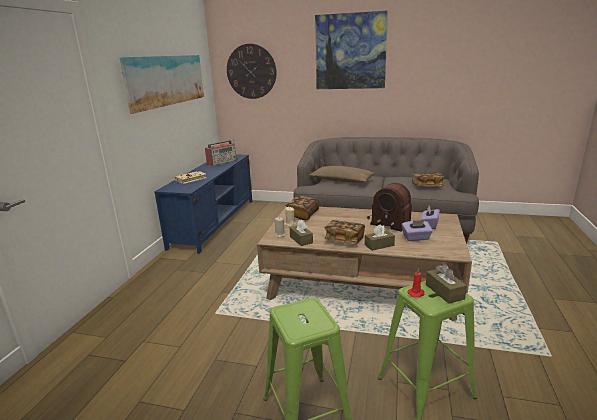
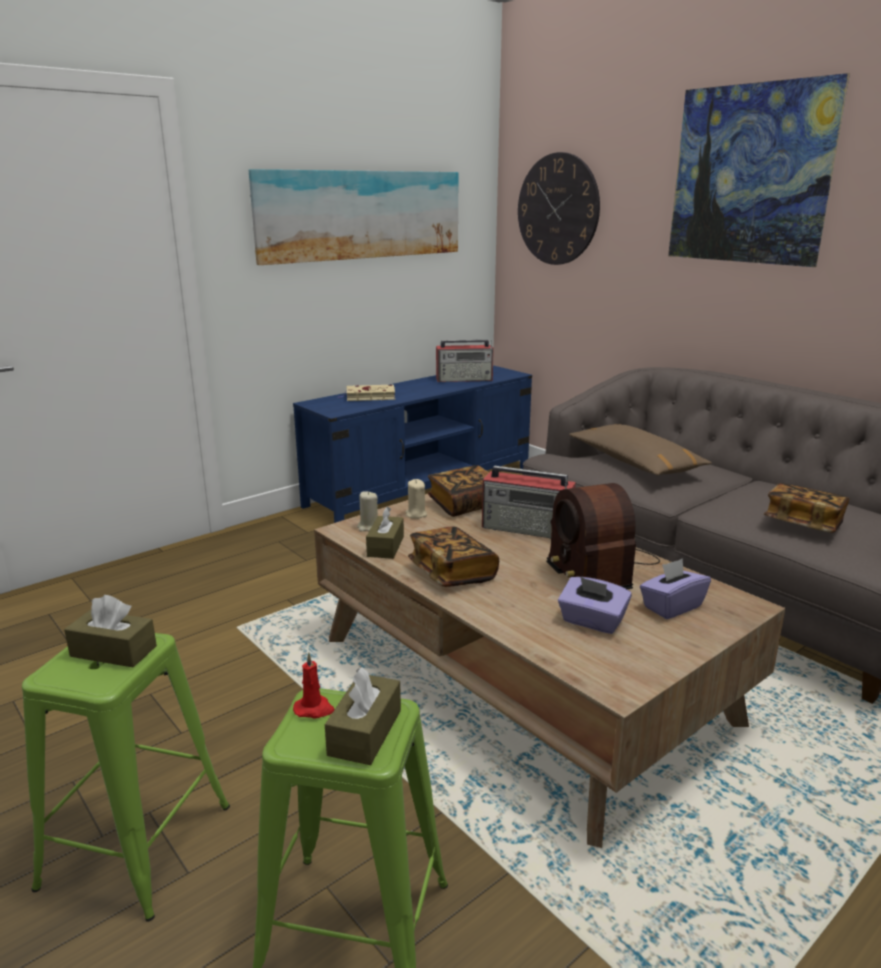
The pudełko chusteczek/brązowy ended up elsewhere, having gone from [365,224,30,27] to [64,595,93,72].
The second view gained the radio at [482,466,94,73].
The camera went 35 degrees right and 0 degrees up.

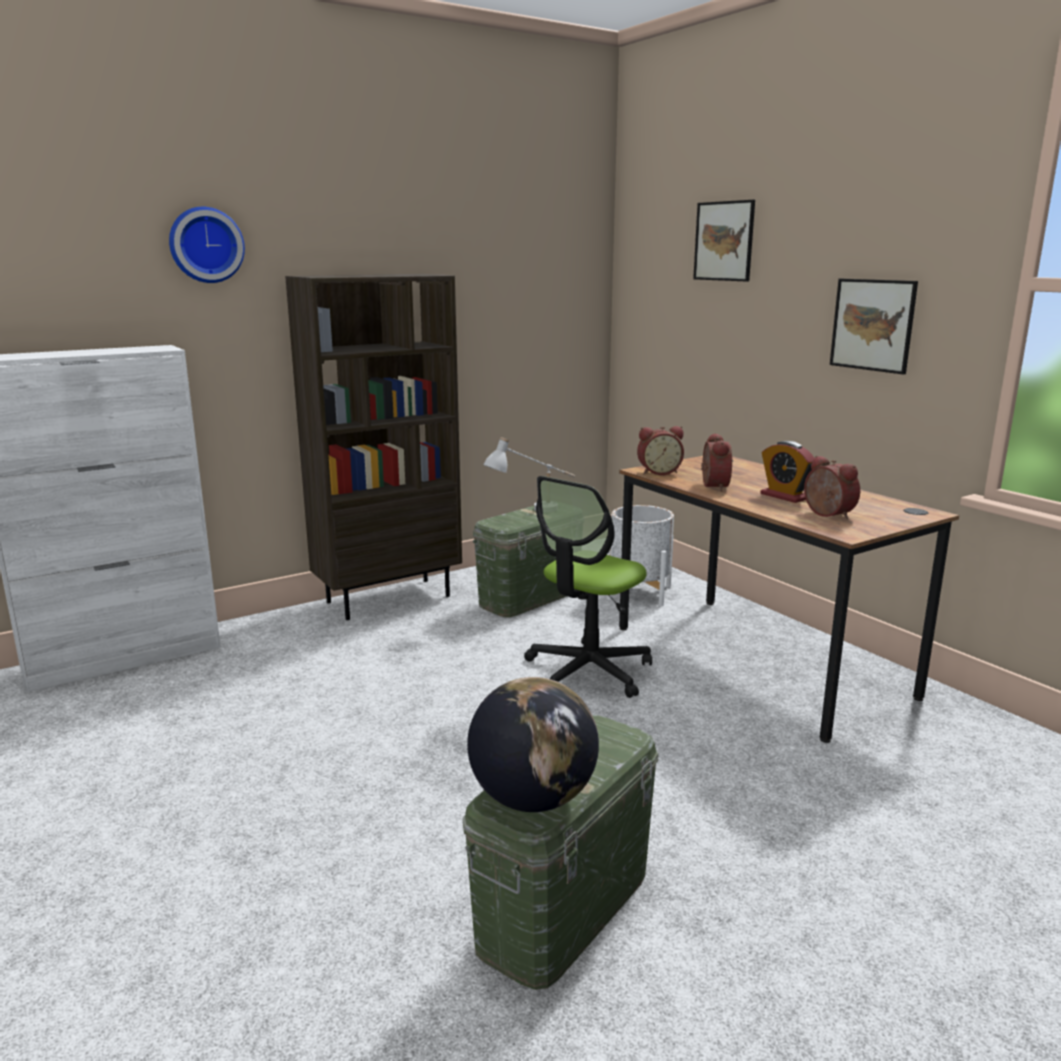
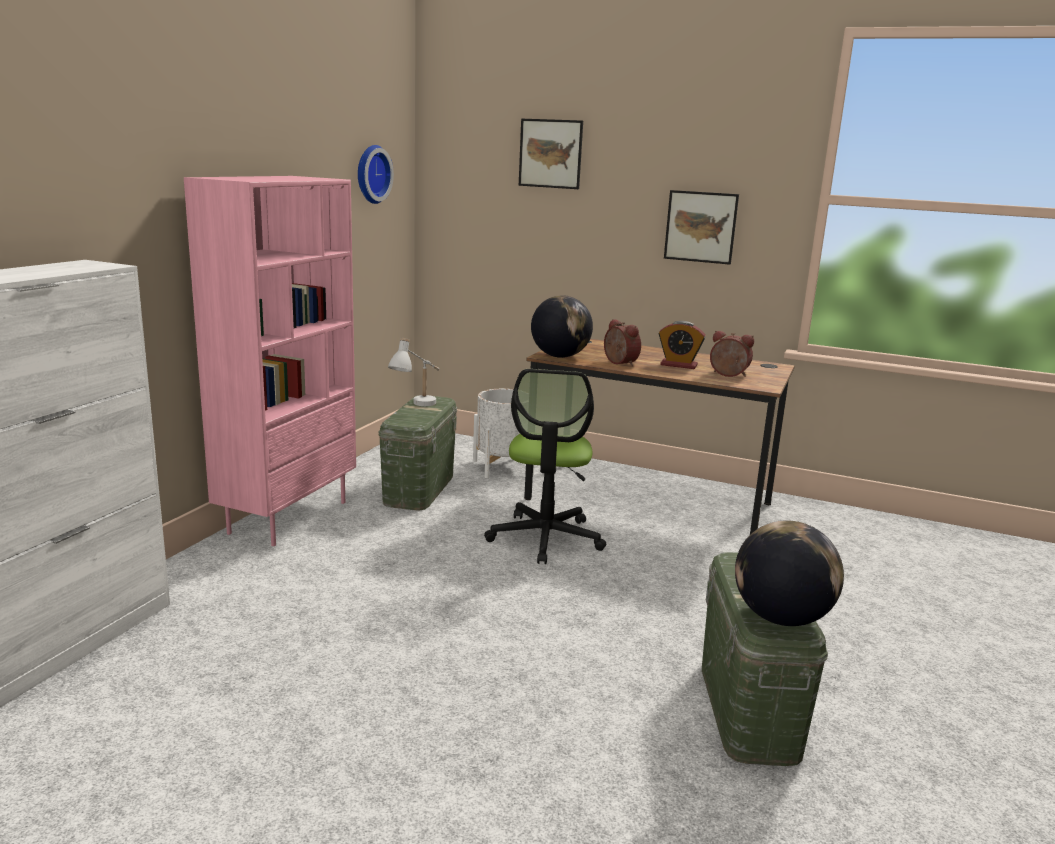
The zegar ścienny ended up elsewhere, having gone from [169,207,76,76] to [358,145,36,59].
What was the regał/brązowy at [285,274,177,346] turned into the regał/różowy at [184,176,172,370].
Where the budzik stood at [637,426,47,49], the globus came to stand at [531,295,62,63].
The camera went 35 degrees left and 0 degrees up.

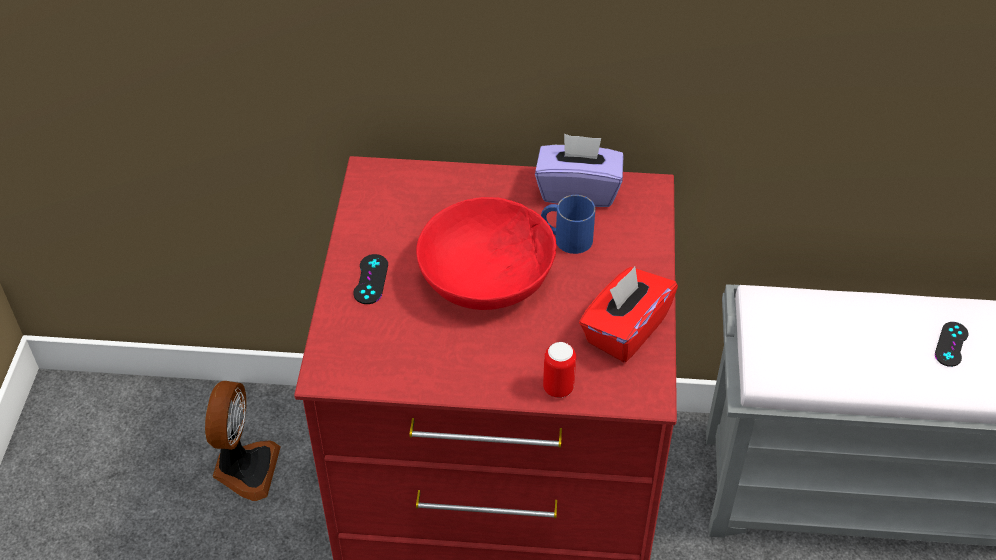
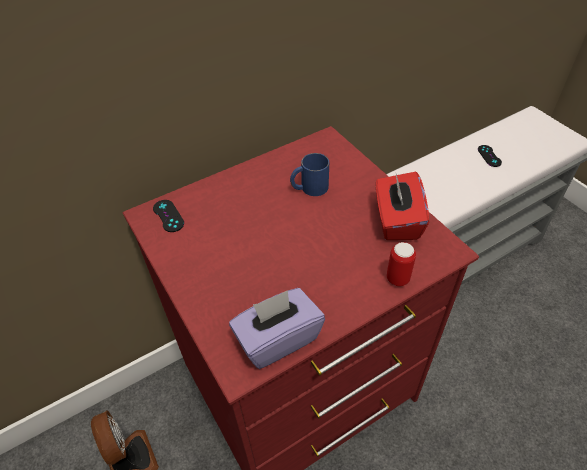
The pudełko chusteczek/fioletowy ended up elsewhere, having gone from [535,134,89,73] to [229,288,96,81].
The second view lost the miska/czerwony at [416,197,141,113].
The pad do gier/czarny ended up elsewhere, having gone from [353,254,35,50] to [153,200,31,32].
The camera went 35 degrees left and 0 degrees up.

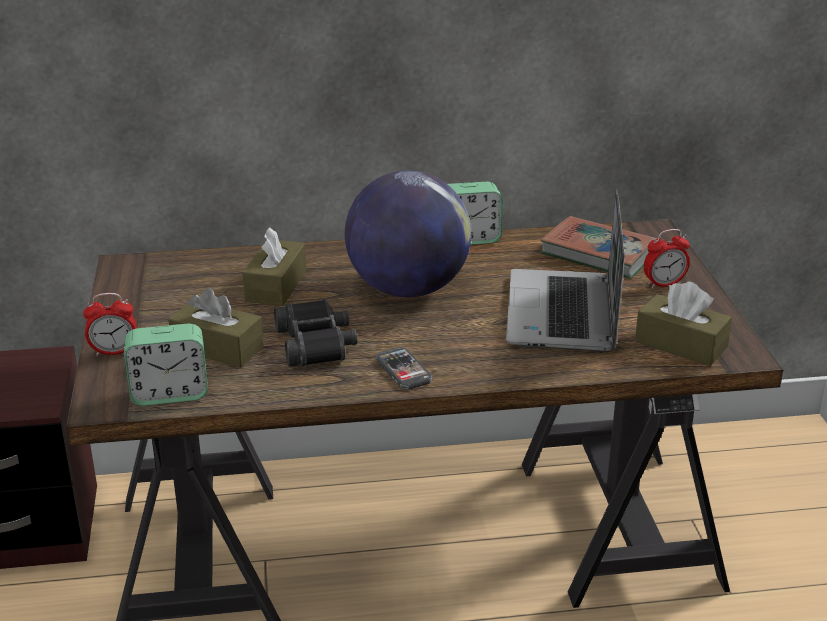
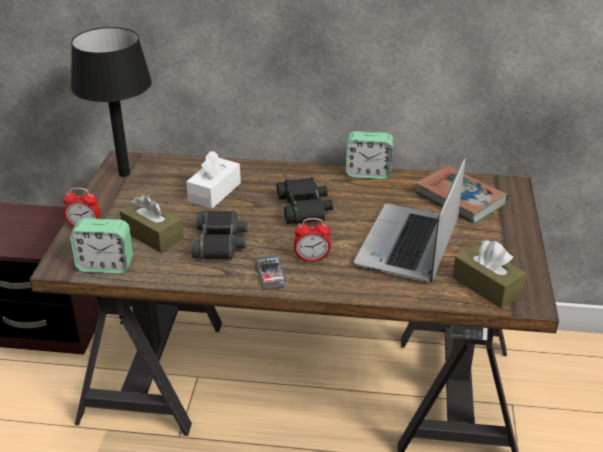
Where the globus stood at [345,170,126,127], the lornetka/czarny came to stand at [277,177,56,47].
What was the pudełko chusteczek/brązowy at [243,227,63,79] turned into the pudełko chusteczek/biały at [186,151,55,58].
The budzik ended up elsewhere, having gone from [644,229,46,60] to [294,218,37,44].
The second view gained the lampa stołowa/czarny at [71,27,81,150].
The camera went 15 degrees right and 5 degrees up.

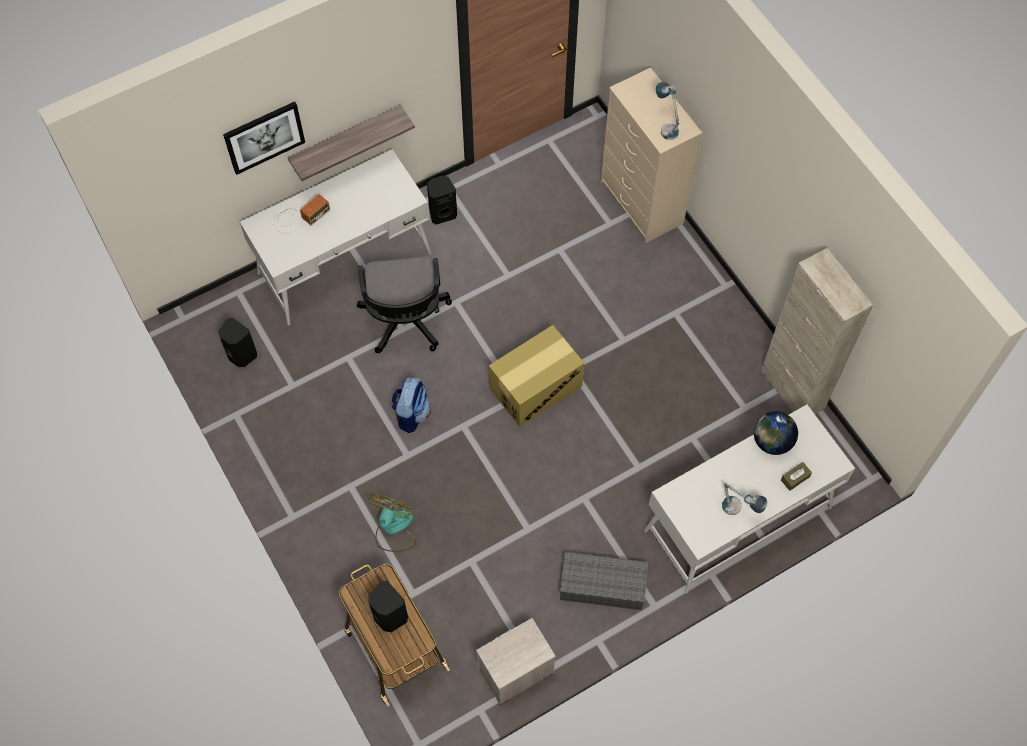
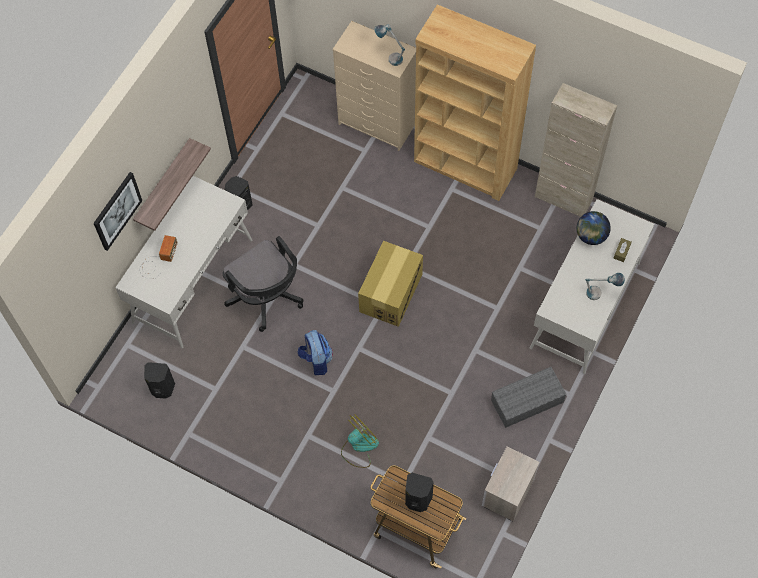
The wentylator at [369,494,47,58] ended up facing another way, 60 degrees clockwise from before.
The second view gained the regał/brązowy at [414,4,122,197].
The camera went 30 degrees left and 0 degrees up.

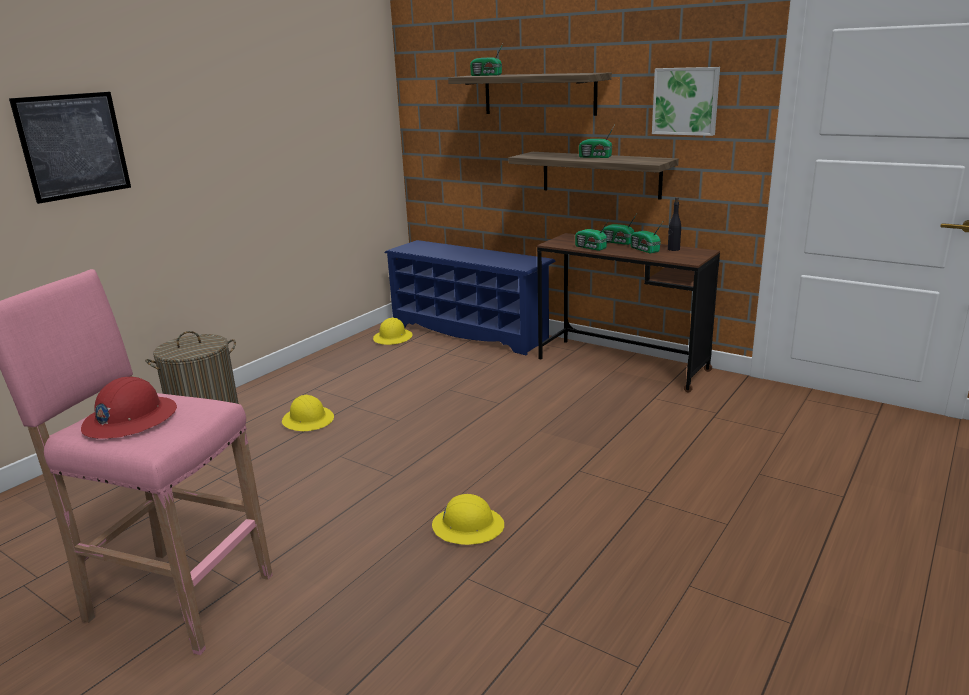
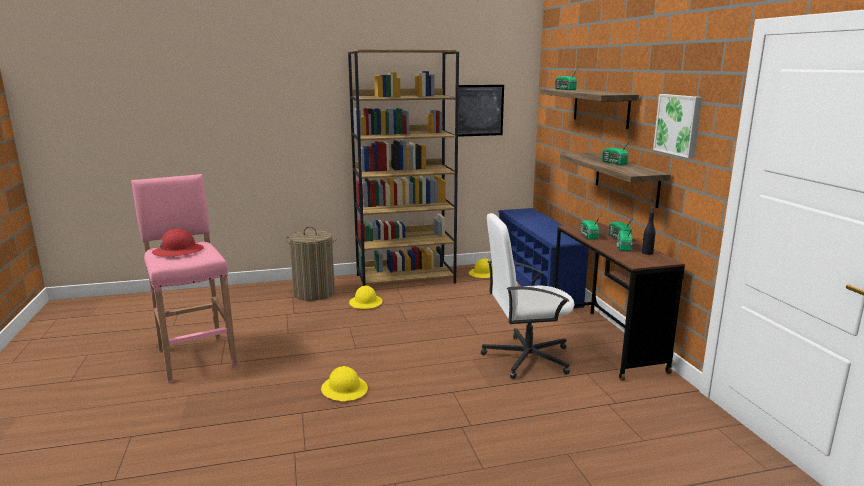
The obraz ended up elsewhere, having gone from [9,92,122,112] to [458,85,46,52].
The second view gained the regał/brązowy at [348,49,111,237].
The second view gained the krzesło biurowe/biały at [481,213,94,166].
The camera went 40 degrees right and 5 degrees down.

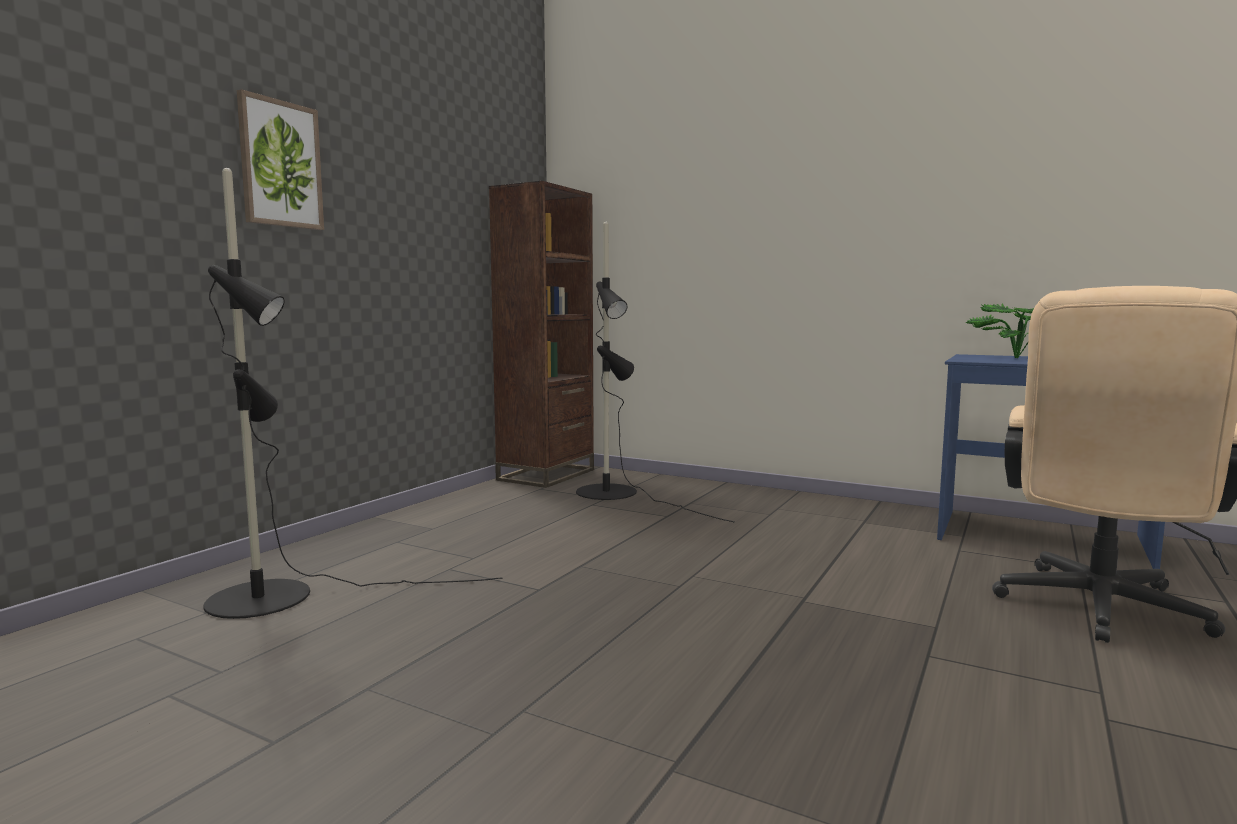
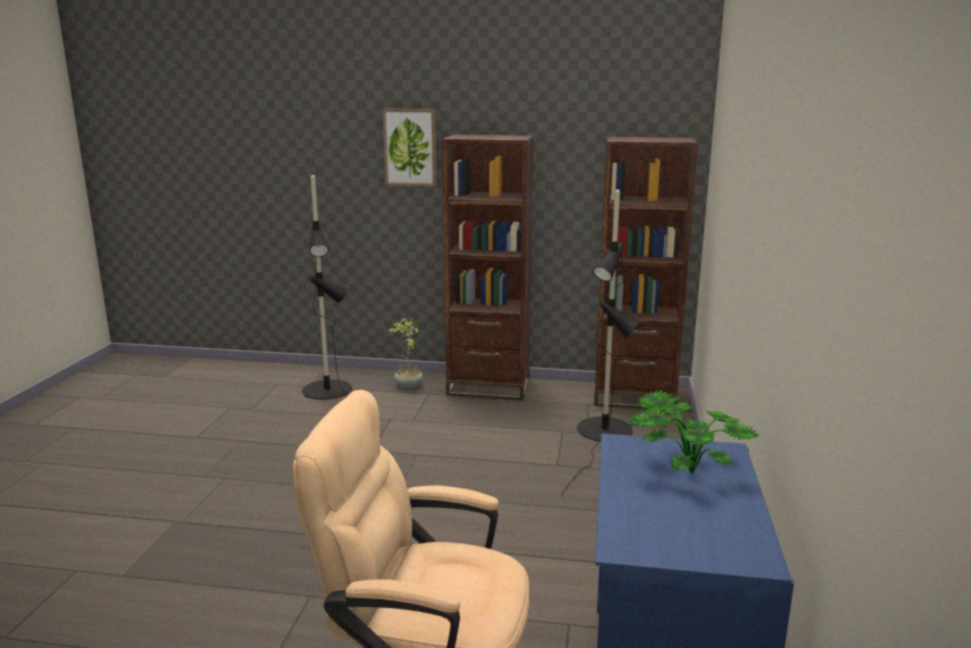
The second view gained the regał/brązowy at [442,135,92,265].
The second view gained the roślina doniczkowa at [389,318,34,70].
The camera went 70 degrees right and 10 degrees up.

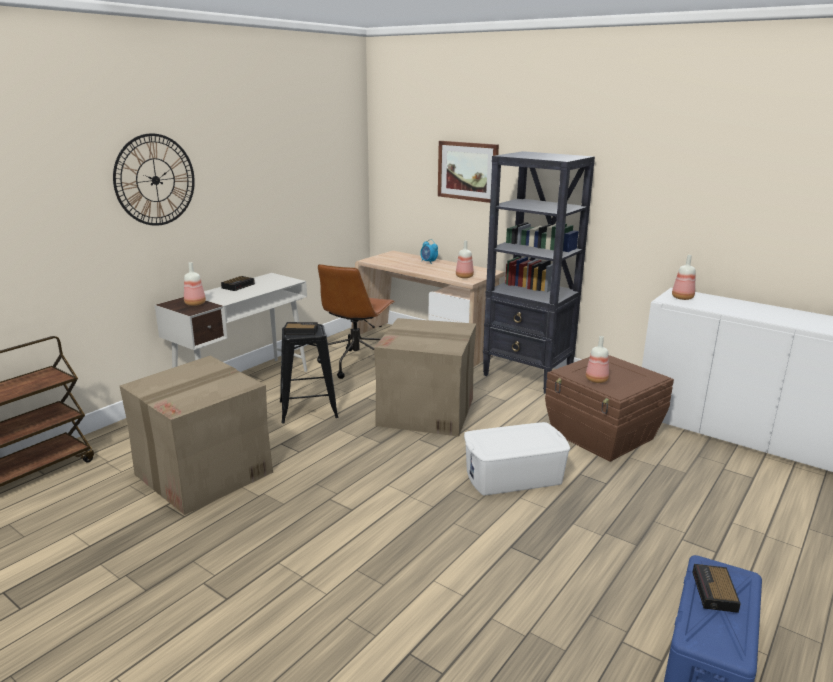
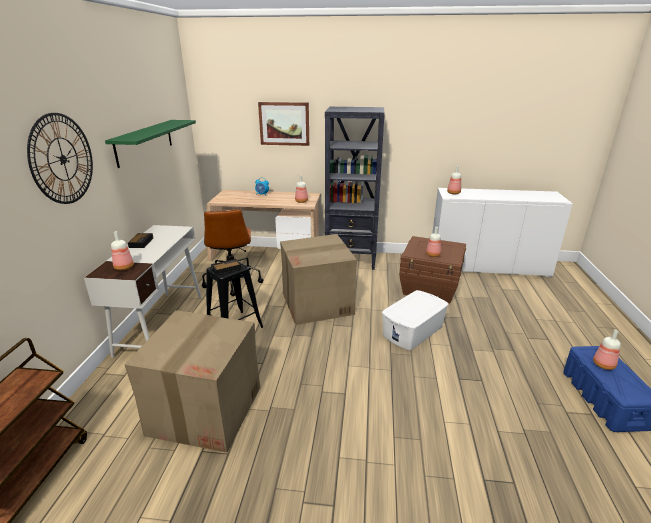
Where the budzik stood at [692,564,49,49], the butelka came to stand at [593,330,28,40].
The second view gained the półka/zielony at [105,120,91,48].
The camera went 30 degrees left and 5 degrees up.

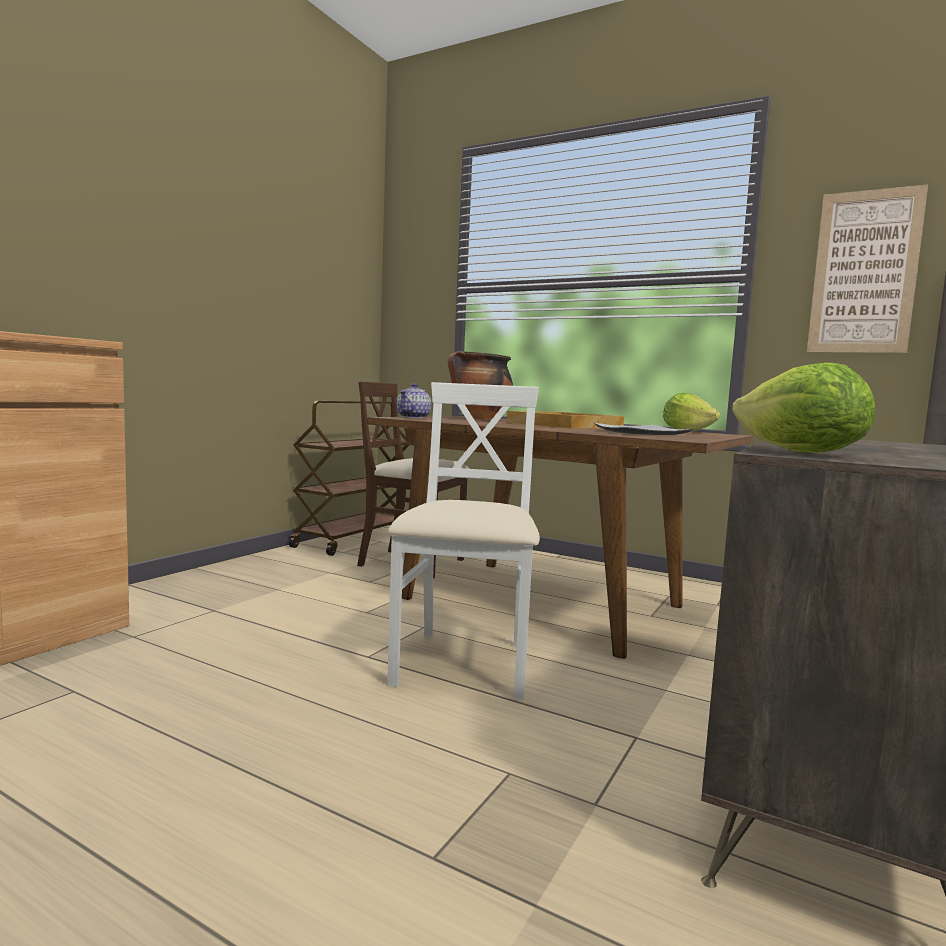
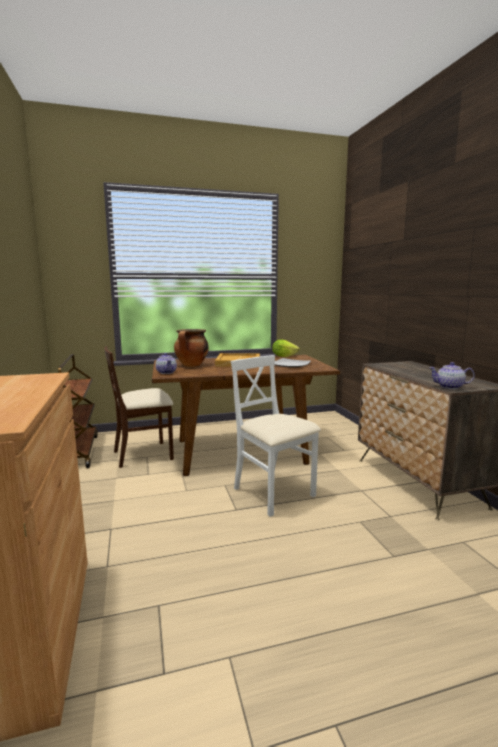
The second view lost the obraz at [807,185,121,168].
Where the sałata stood at [732,362,143,91], the imbryk came to stand at [429,362,46,27].
The camera went 45 degrees left and 5 degrees up.

